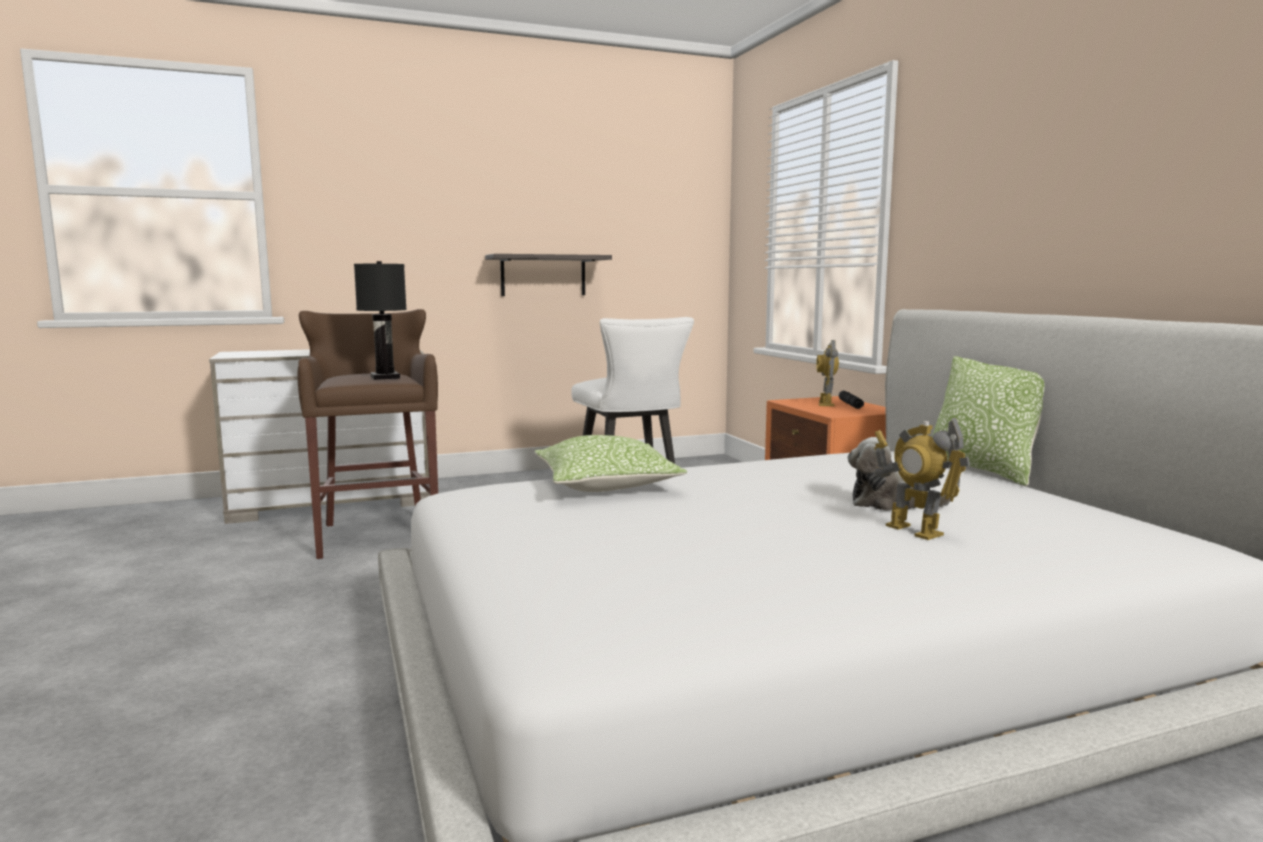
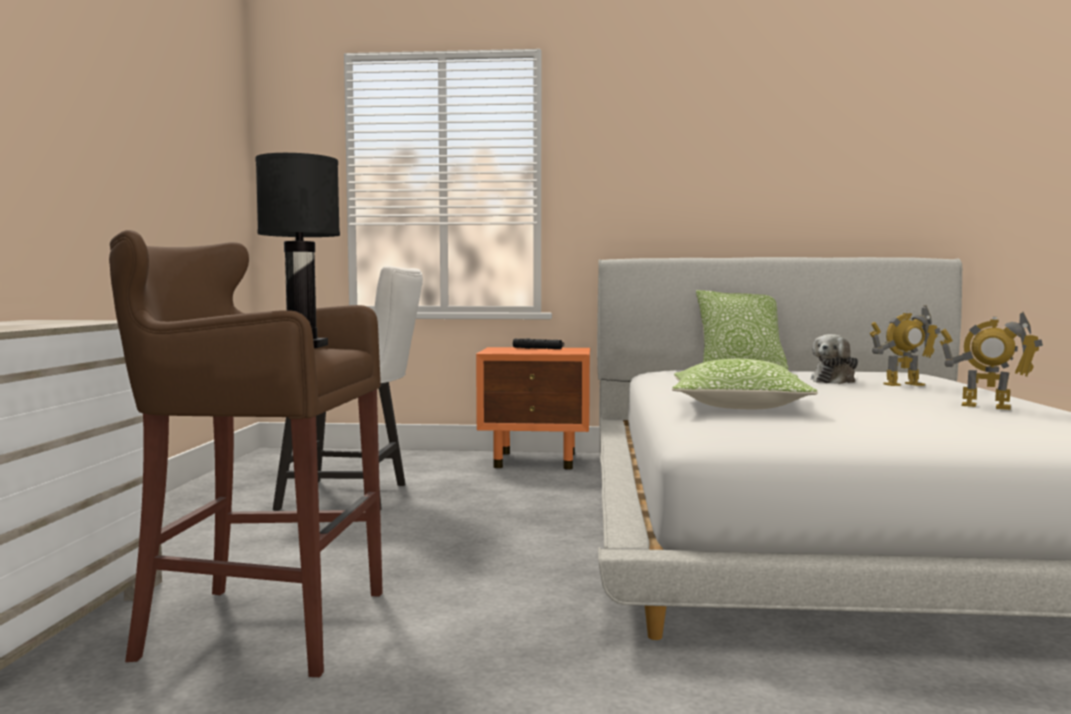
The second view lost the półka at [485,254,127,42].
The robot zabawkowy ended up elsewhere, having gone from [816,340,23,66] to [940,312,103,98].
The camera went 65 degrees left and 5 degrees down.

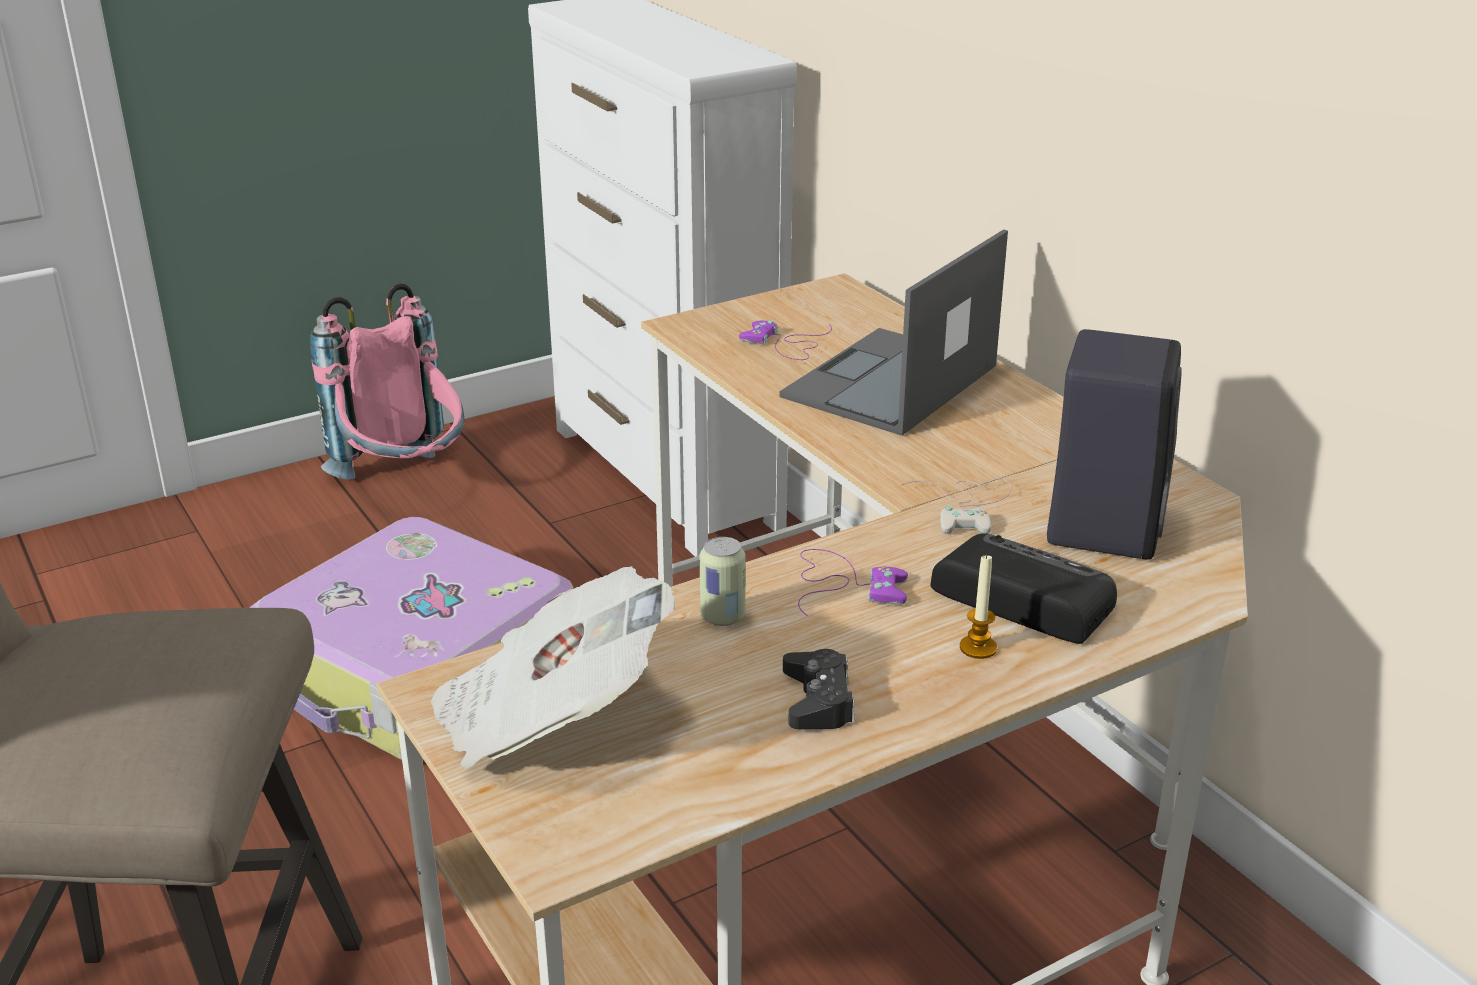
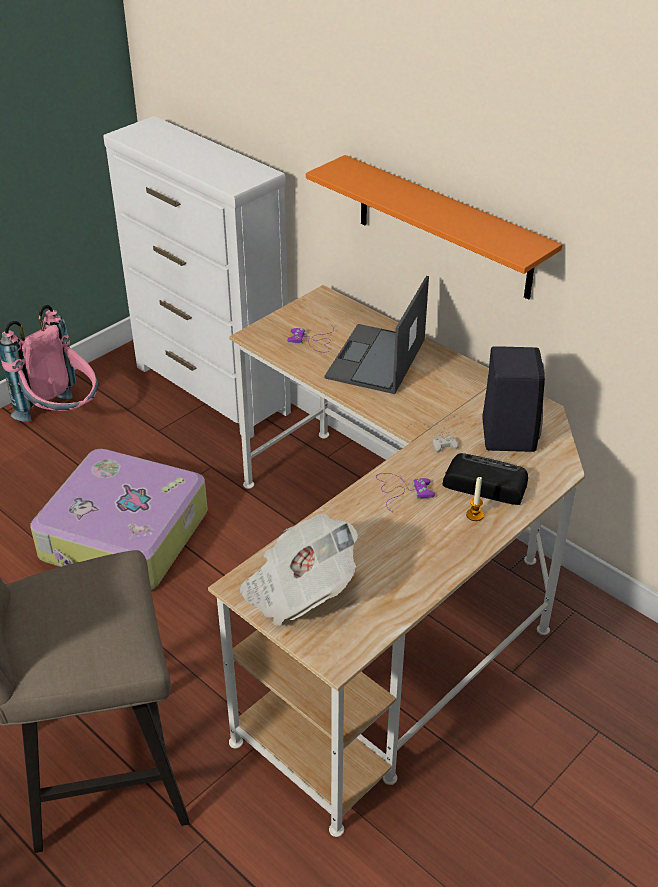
The second view lost the puszka at [699,537,47,89].
The second view lost the pad do gier/czarny at [783,649,72,80].
The second view gained the półka/pomarańczowy at [306,155,256,145].
The camera went 15 degrees left and 10 degrees up.

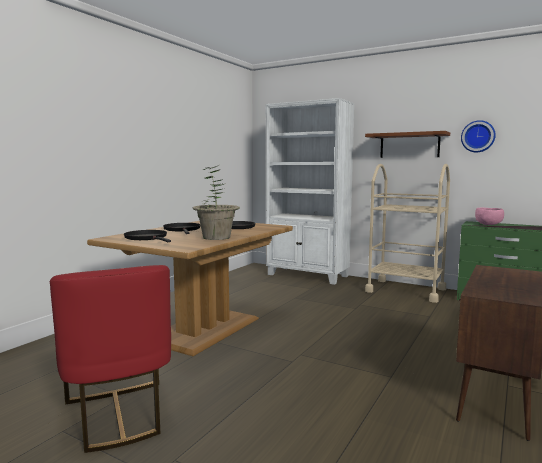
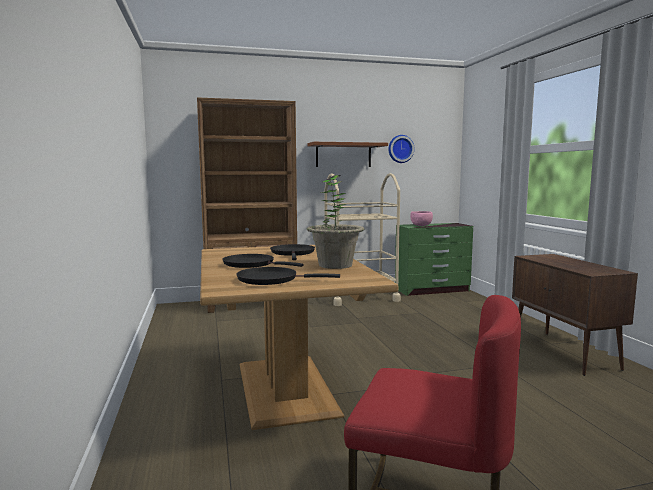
What was the regał/biały at [266,98,89,187] turned into the regał/brązowy at [197,97,100,216].
The camera went 45 degrees left and 0 degrees up.

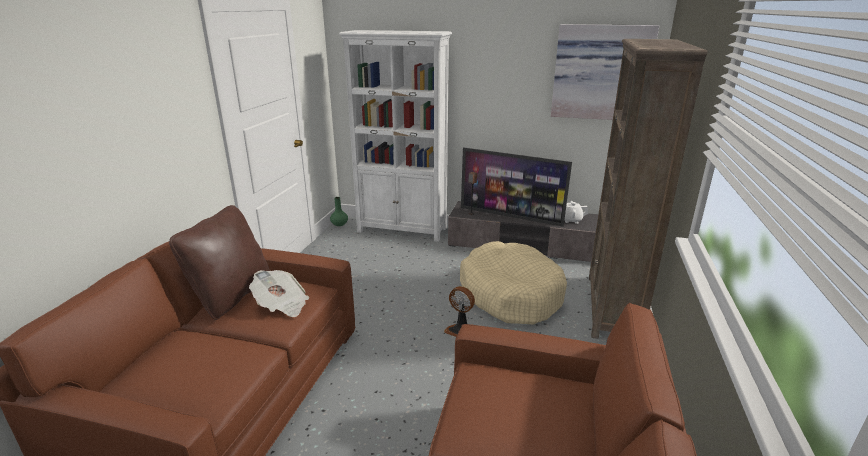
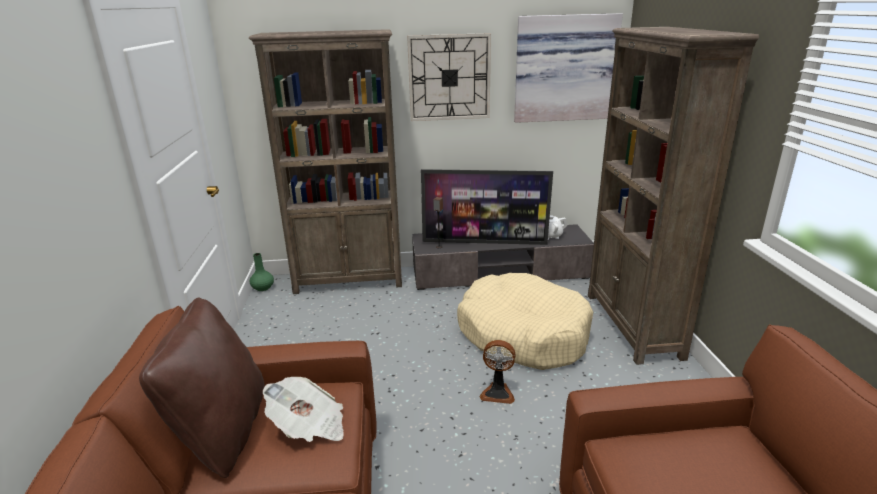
What was the regał/biały at [339,30,113,212] turned into the regał/brązowy at [249,29,153,265].
The second view gained the zegar ścienny at [407,33,84,88].
The camera went 20 degrees left and 0 degrees up.

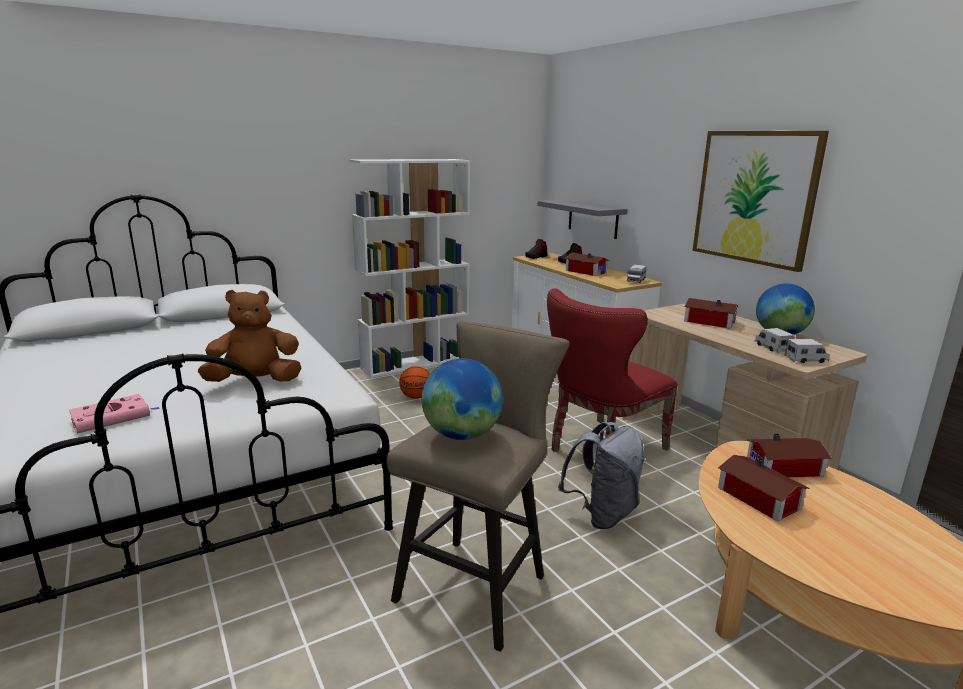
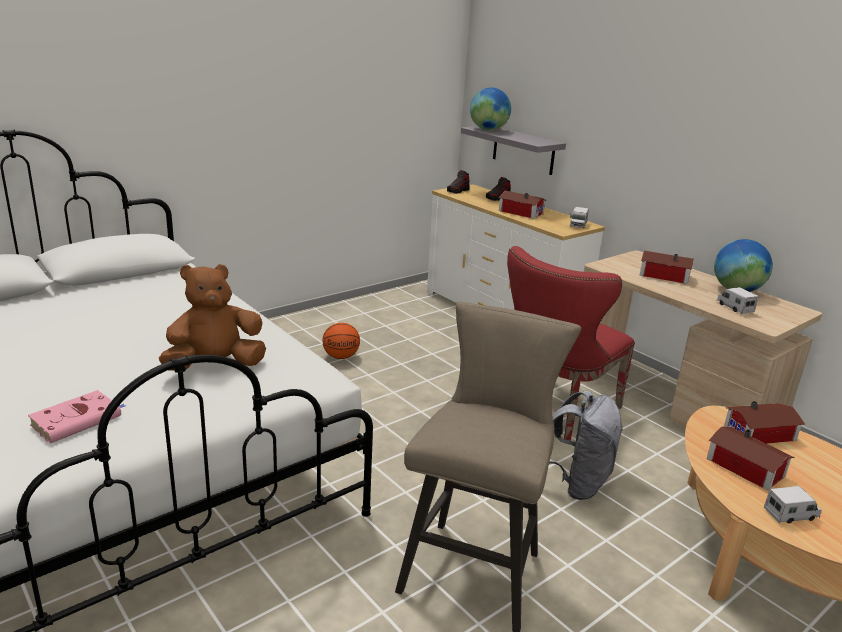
The second view lost the obraz at [693,131,136,141].
The second view lost the regał/biały at [349,159,121,219].
The ciężarówka zabawkowa ended up elsewhere, having gone from [785,339,45,24] to [764,486,58,38].
The globus ended up elsewhere, having gone from [422,359,81,81] to [470,87,41,43].
The camera went 10 degrees left and 5 degrees up.

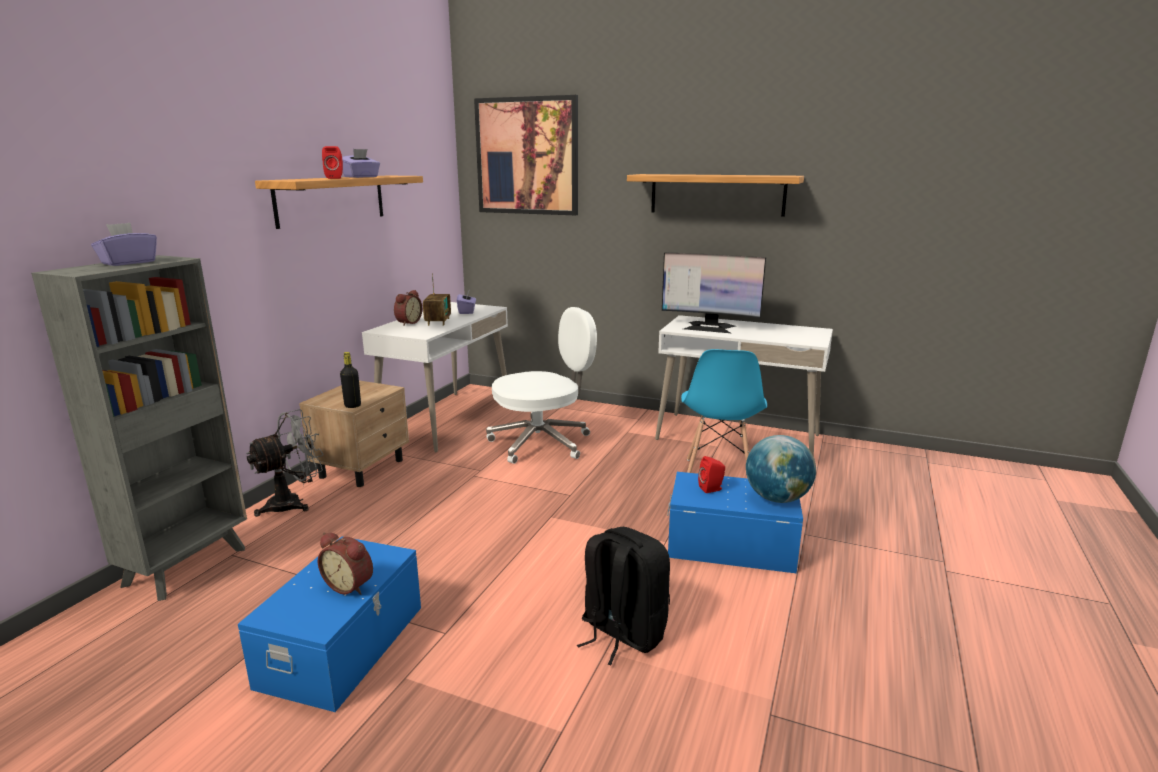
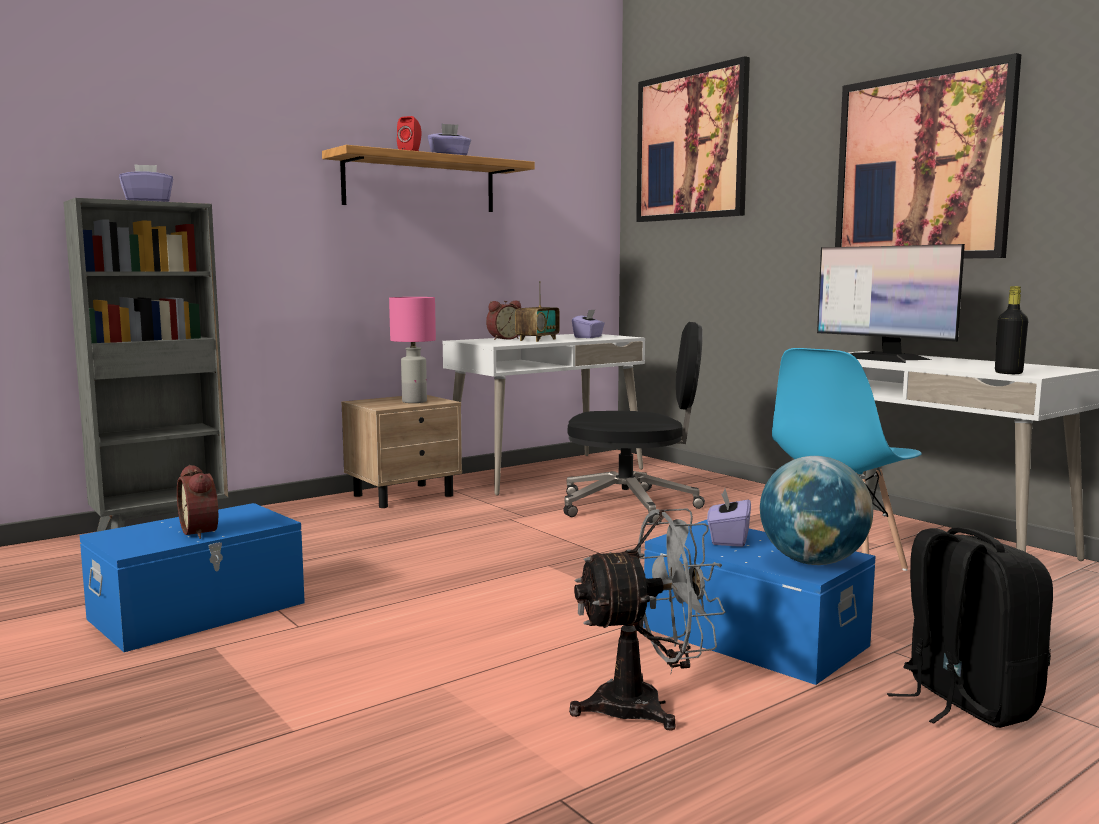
Where the półka hung at [627,174,177,43], the obraz came to hang at [835,53,186,205].
What was the krzesło biurowe/biały at [486,307,111,157] turned into the krzesło biurowe/czarny at [564,322,141,203].
The butelka/czarny ended up elsewhere, having gone from [340,352,21,56] to [995,286,33,88].
The wentylator/szary ended up elsewhere, having gone from [246,409,78,108] to [569,508,156,223].
Where the głośnik/czerwony stood at [698,456,27,37], the pudełko chusteczek/fioletowy came to stand at [707,489,44,58].
The plecak/czarny ended up elsewhere, having gone from [577,527,93,138] to [887,528,166,200].
The second view gained the lampa stołowa/różowy at [389,297,47,106].
The camera went 30 degrees right and 10 degrees down.

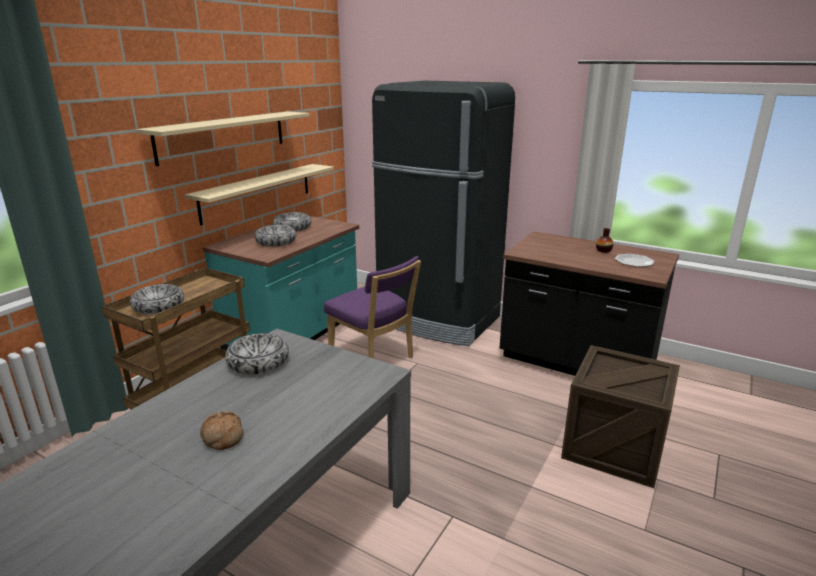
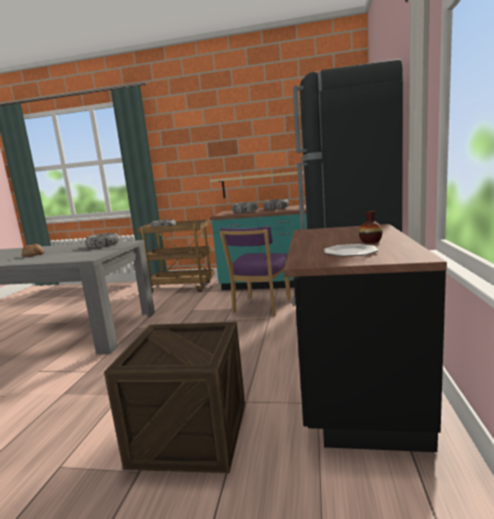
The second view lost the półka/beżowy at [136,112,174,54].
The camera went 70 degrees right and 10 degrees down.

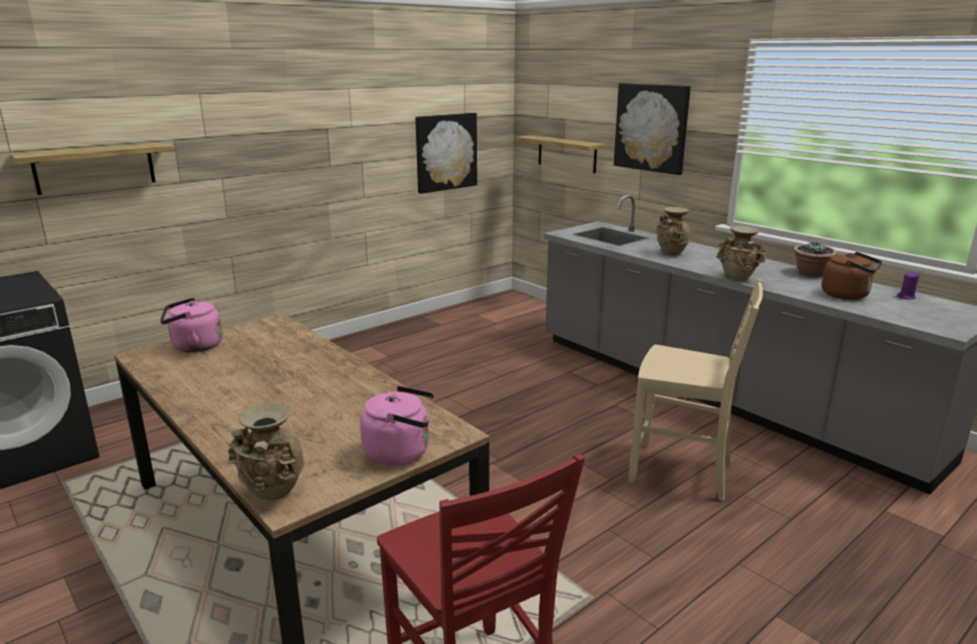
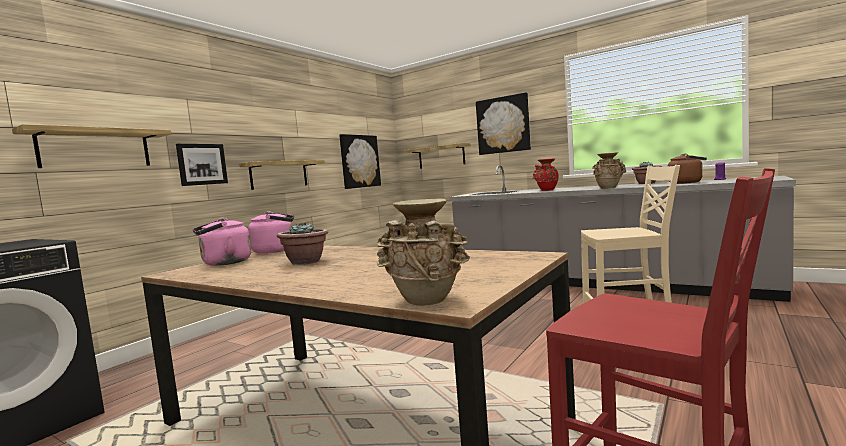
What was the wazon/beżowy at [655,207,35,49] turned into the wazon/czerwony at [533,158,26,33].
The czajnik/różowy ended up elsewhere, having gone from [360,386,75,80] to [248,211,46,43].
The second view gained the obraz at [176,144,52,42].
The second view gained the półka at [239,160,86,30].
The second view gained the roślina doniczkowa at [277,222,51,43].
The camera went 15 degrees left and 15 degrees down.

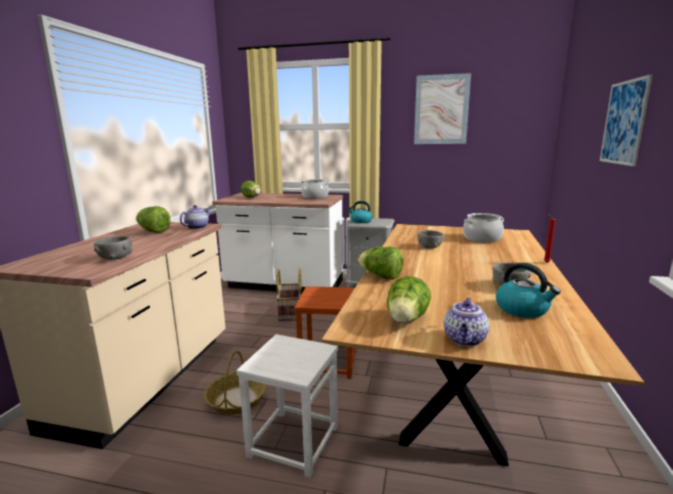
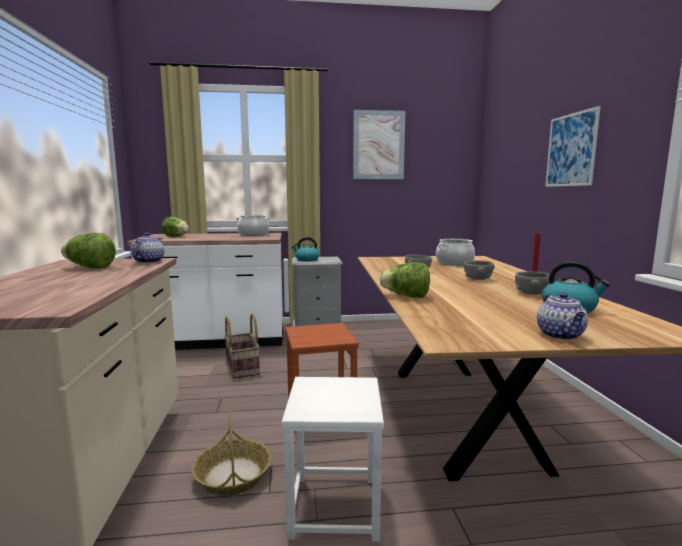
The miska/szary ended up elsewhere, having gone from [94,236,38,24] to [464,260,31,20].
The second view lost the sałata at [387,276,44,47].
The camera went 20 degrees left and 5 degrees down.

